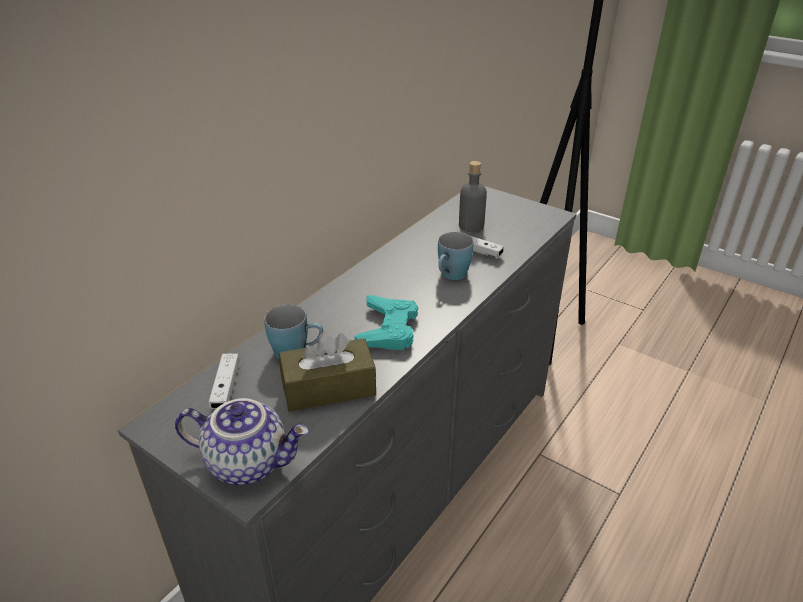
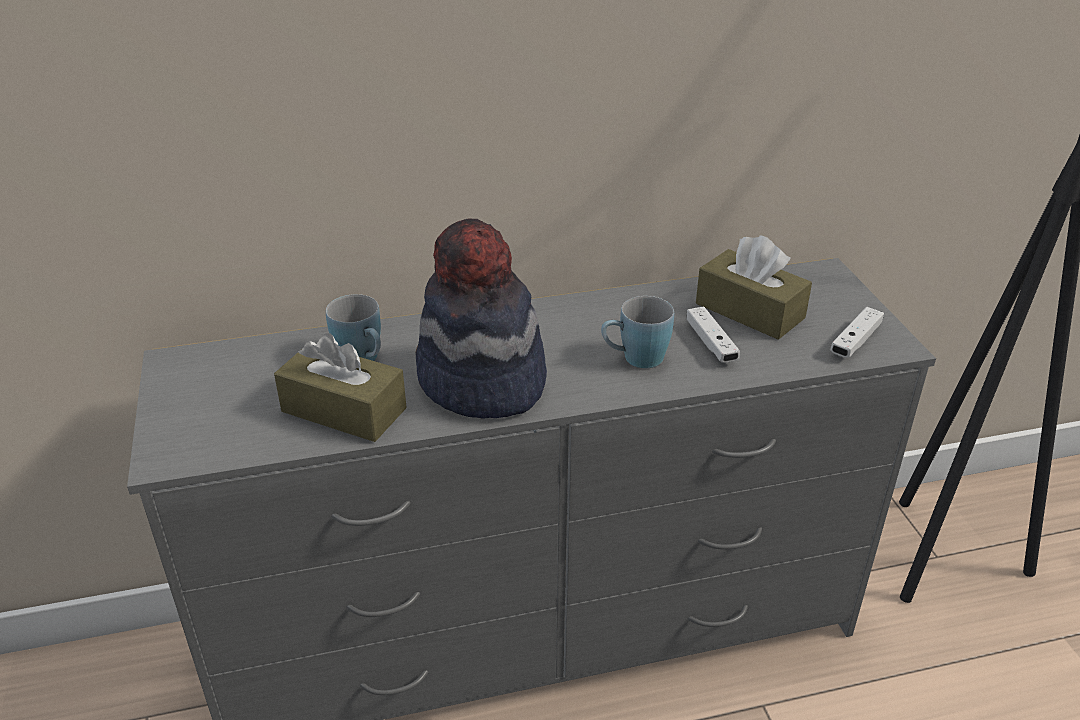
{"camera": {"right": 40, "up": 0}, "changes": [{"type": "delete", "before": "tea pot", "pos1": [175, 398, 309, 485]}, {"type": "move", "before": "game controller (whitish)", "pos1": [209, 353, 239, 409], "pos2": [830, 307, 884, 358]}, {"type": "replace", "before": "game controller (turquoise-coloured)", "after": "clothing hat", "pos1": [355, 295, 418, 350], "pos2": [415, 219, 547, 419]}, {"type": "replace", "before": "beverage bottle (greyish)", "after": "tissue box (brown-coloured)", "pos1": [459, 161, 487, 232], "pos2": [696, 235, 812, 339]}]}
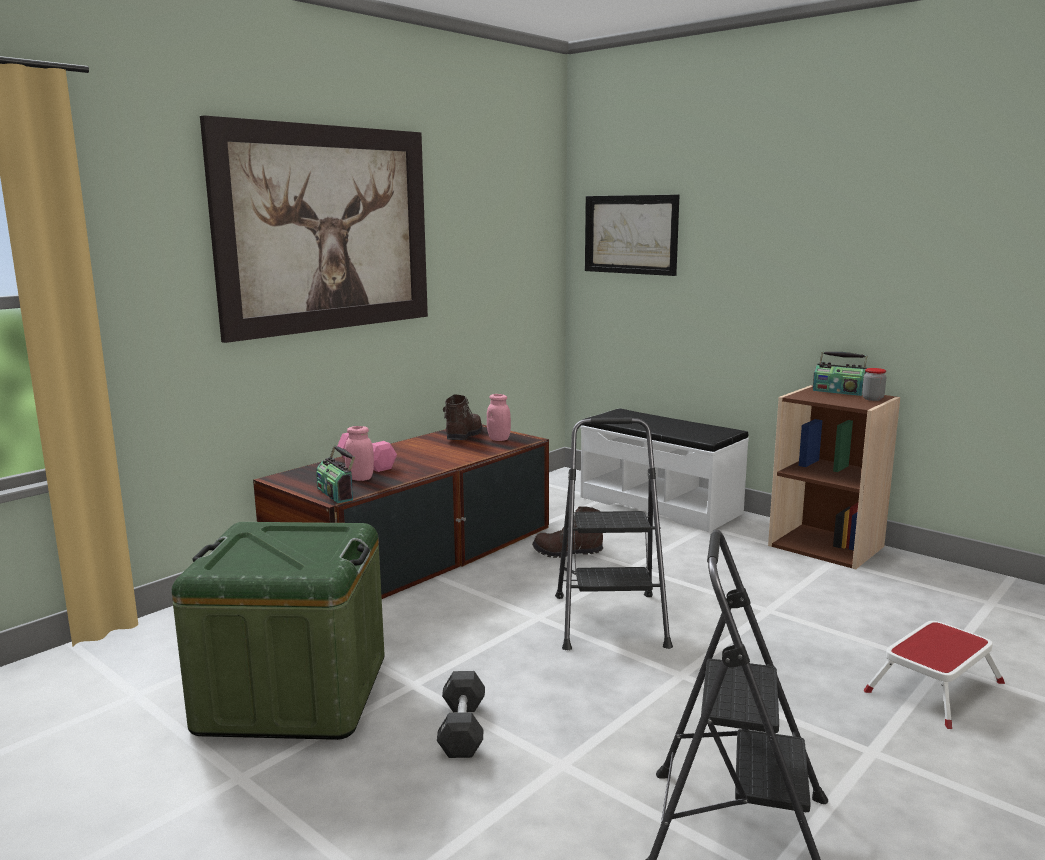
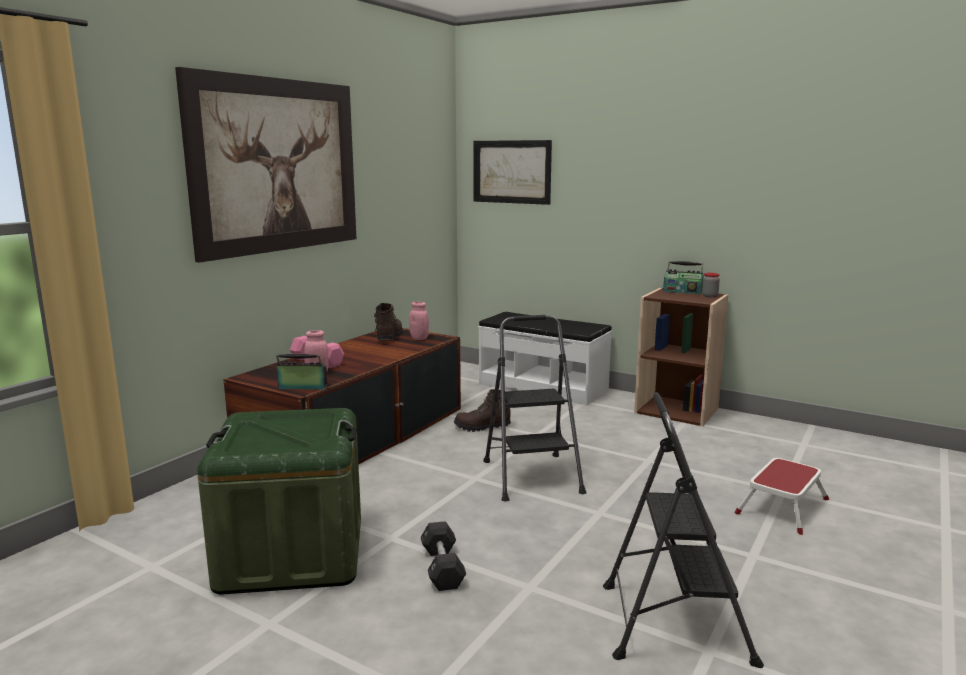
{"camera": {"right": -10, "up": 0}, "changes": [{"type": "rotate", "before": "radio", "pos1": [316, 445, 355, 503], "pos2": [276, 353, 328, 389], "turn": 135}]}
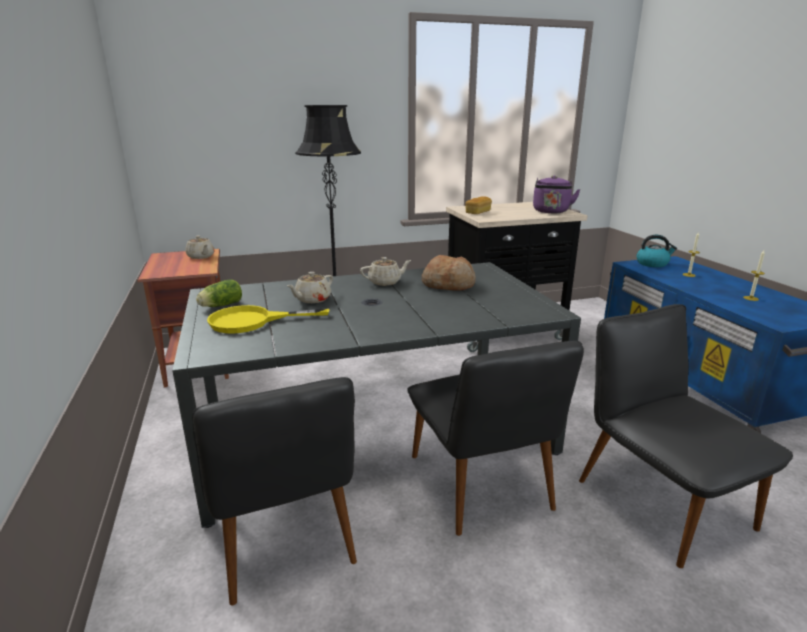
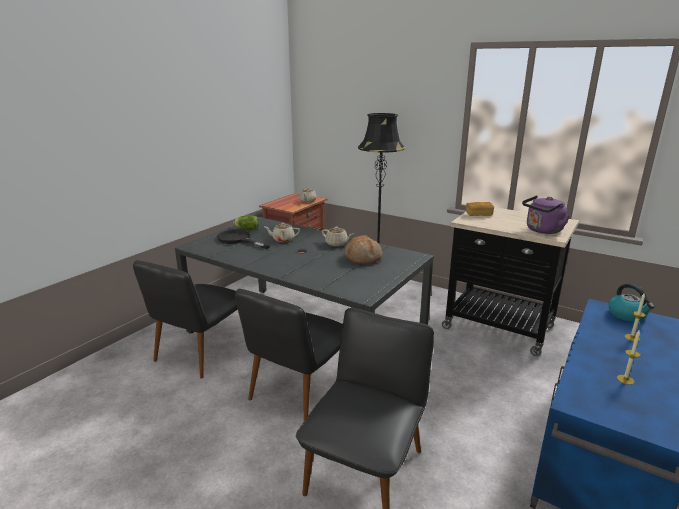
{"camera": {"right": 50, "up": 0}, "changes": [{"type": "recolor", "before": "skillet (yellowish)", "after": "skillet (blackish)", "pos1": [207, 305, 329, 334], "pos2": [217, 230, 270, 249]}]}
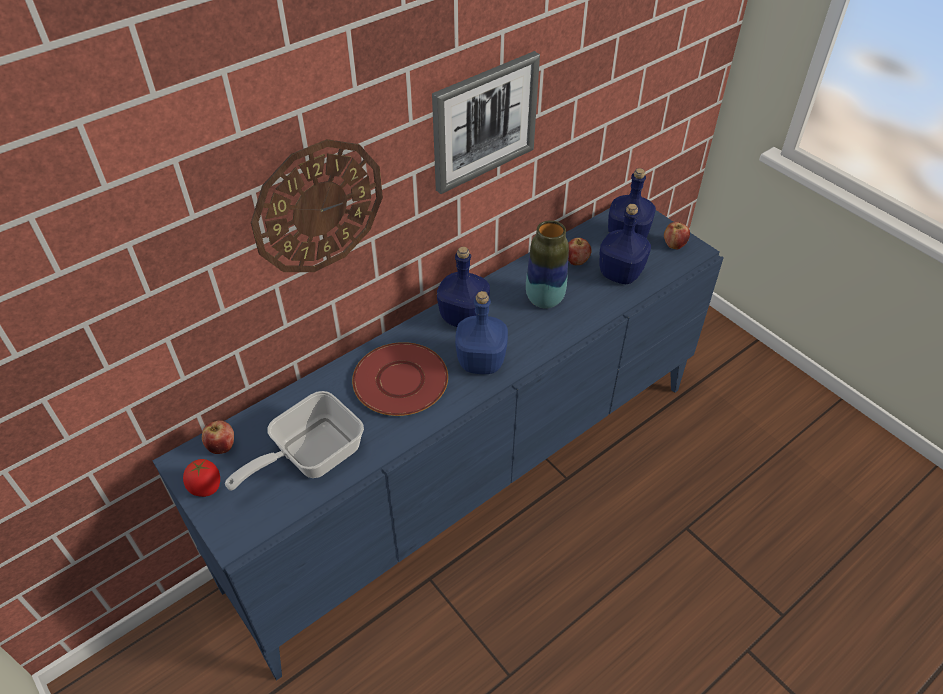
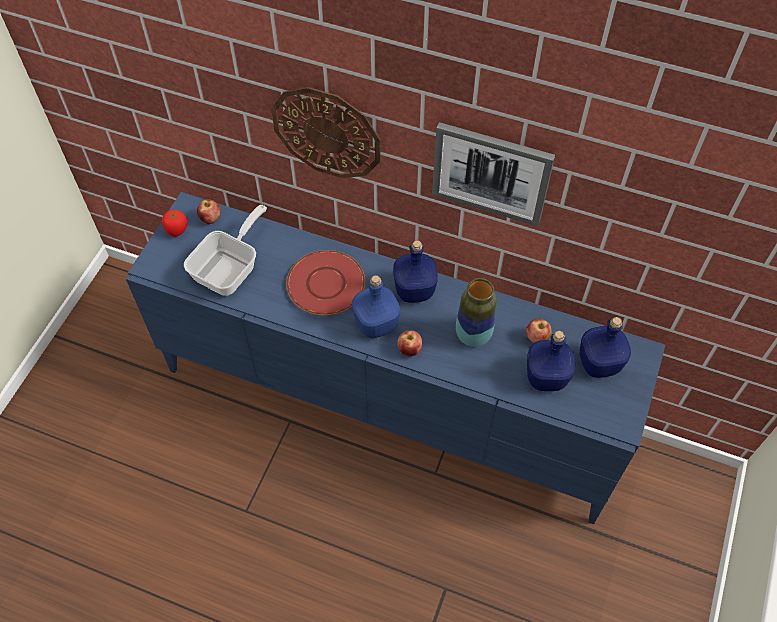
{"camera": {"right": 60, "up": 10}, "changes": [{"type": "move", "before": "whole apple", "pos1": [664, 222, 690, 250], "pos2": [397, 330, 422, 356]}, {"type": "rotate", "before": "skillet", "pos1": [225, 391, 364, 490], "pos2": [184, 205, 267, 296], "turn": 105}]}
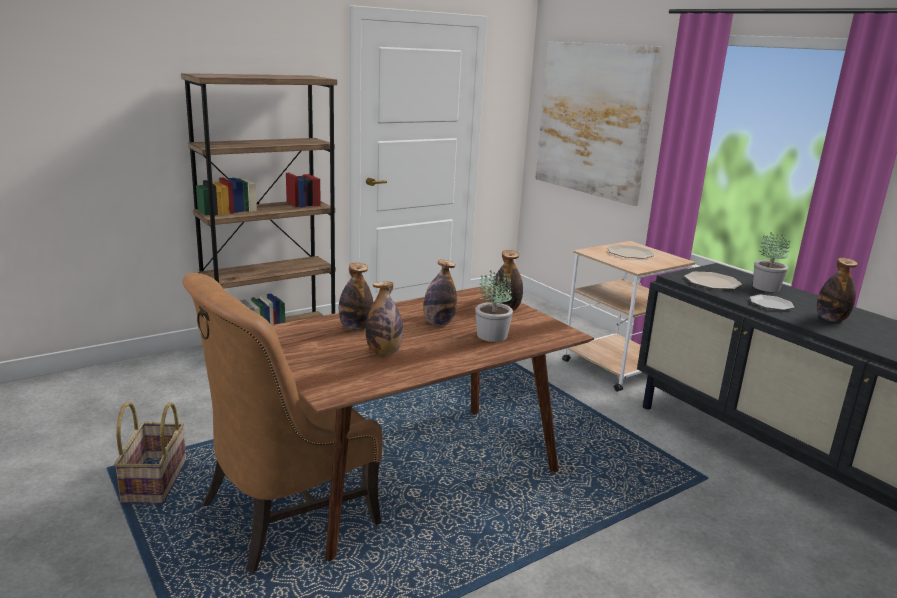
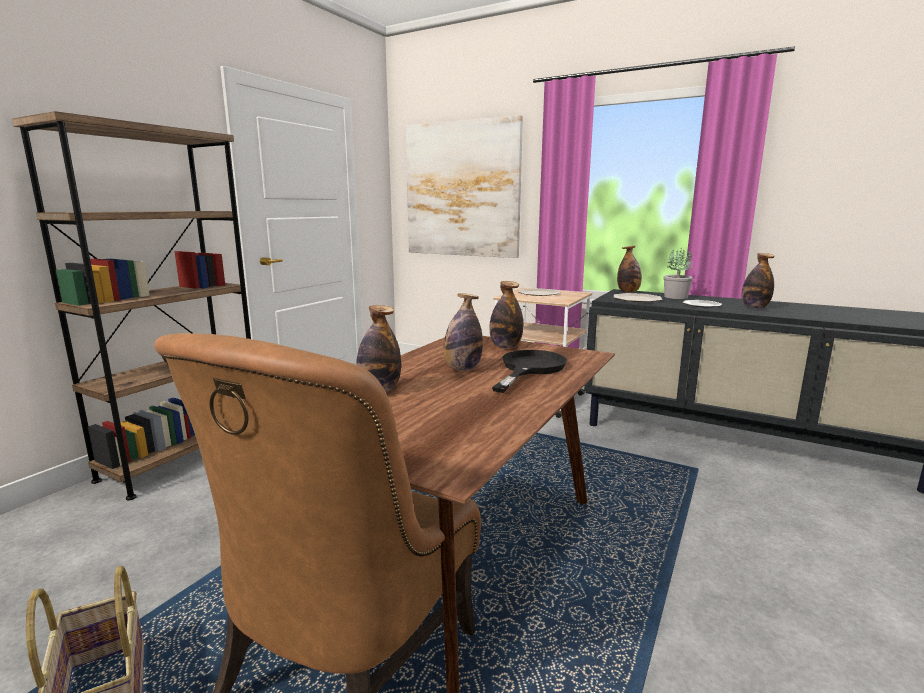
{"camera": {"right": -25, "up": -5}, "changes": [{"type": "move", "before": "beverage bottle", "pos1": [366, 282, 403, 355], "pos2": [617, 246, 642, 293]}, {"type": "replace", "before": "potted plant", "after": "skillet (blackish)", "pos1": [475, 270, 513, 342], "pos2": [492, 350, 567, 393]}]}
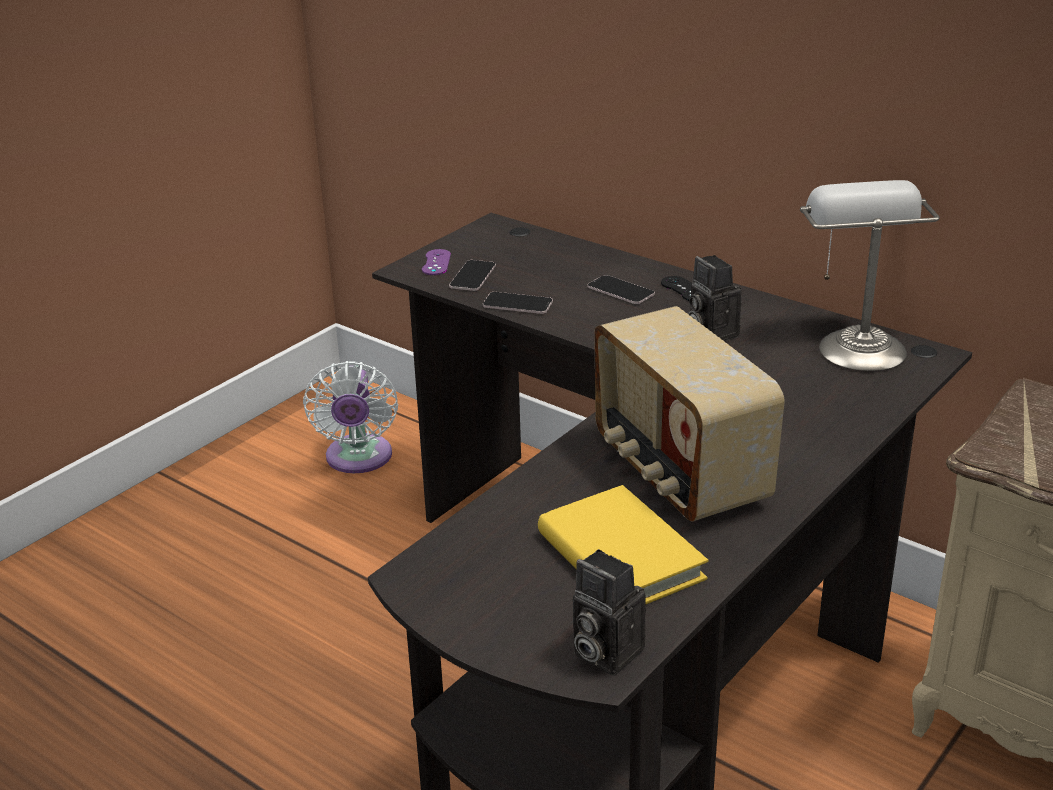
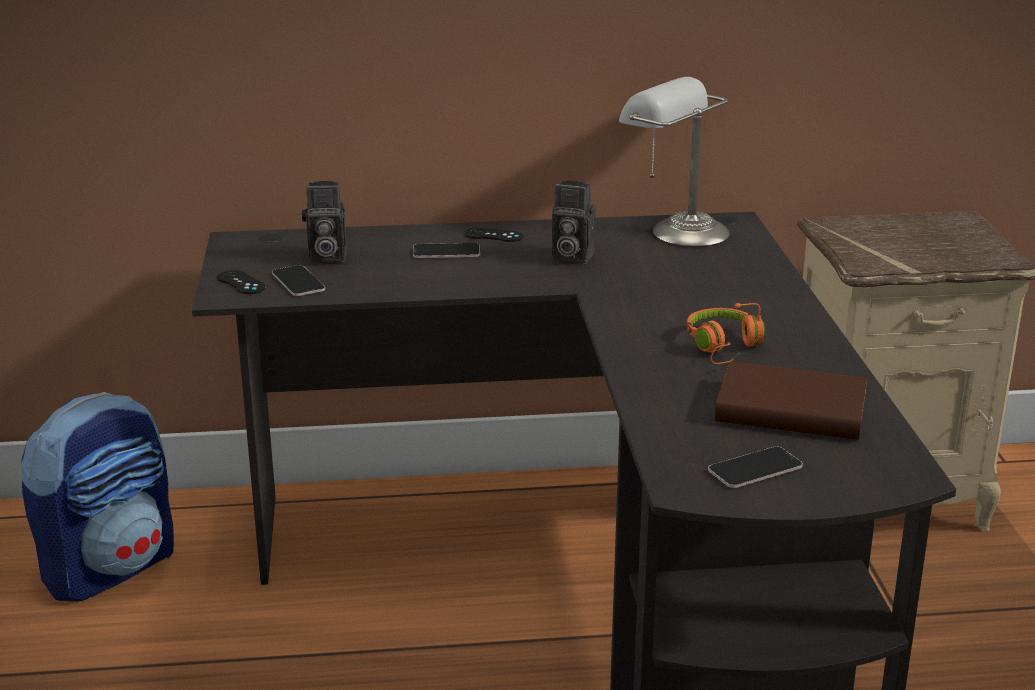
{"camera": {"right": -45, "up": -5}, "changes": [{"type": "move", "before": "handset", "pos1": [483, 292, 553, 314], "pos2": [708, 446, 803, 488]}, {"type": "move", "before": "still camera", "pos1": [573, 549, 646, 675], "pos2": [302, 181, 347, 263]}, {"type": "replace", "before": "fan (whitish)", "after": "knapsack", "pos1": [303, 361, 398, 473], "pos2": [21, 392, 174, 602]}, {"type": "replace", "before": "radio", "after": "headphones (orange)", "pos1": [594, 306, 785, 521], "pos2": [687, 303, 765, 364]}, {"type": "recolor", "before": "game controller (purple)", "after": "game controller (blackish)", "pos1": [422, 249, 451, 275], "pos2": [217, 270, 266, 294]}, {"type": "recolor", "before": "book (yellowish)", "after": "book (brown-coloured)", "pos1": [538, 485, 708, 605], "pos2": [715, 361, 868, 440]}]}
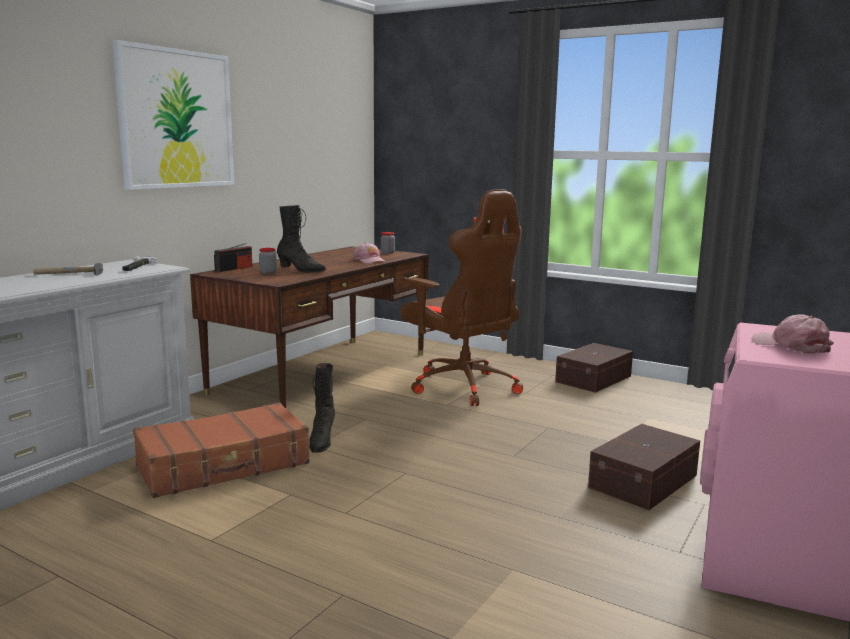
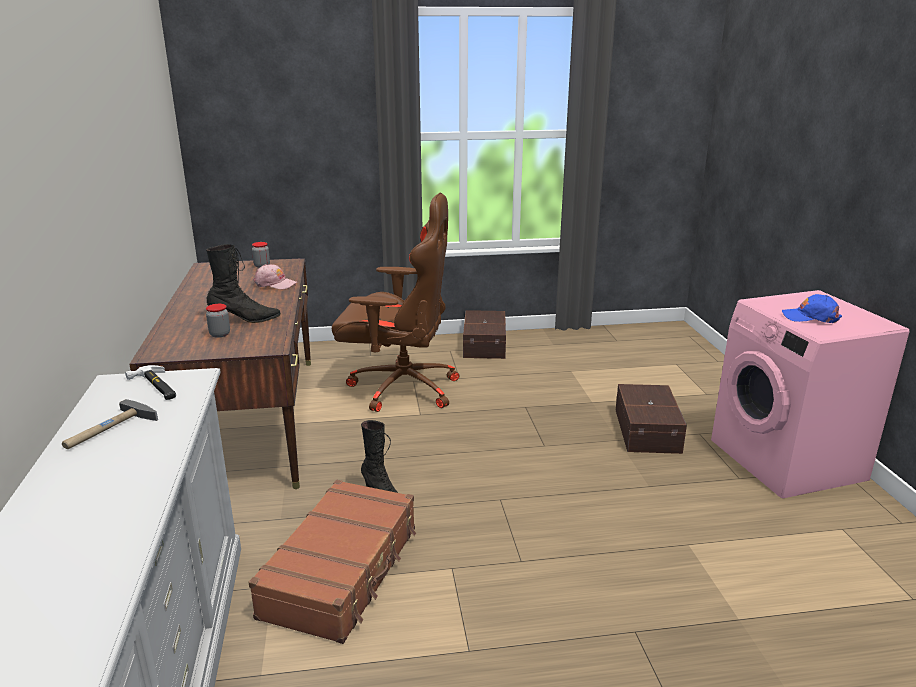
{"camera": {"right": -40, "up": 10}, "changes": [{"type": "delete", "before": "wall picture", "pos1": [112, 40, 234, 190]}, {"type": "delete", "before": "radio", "pos1": [214, 243, 252, 272]}, {"type": "recolor", "before": "baseball cap (pinkish)", "after": "baseball cap (blue-coloured)", "pos1": [752, 314, 834, 354], "pos2": [782, 294, 842, 323]}]}
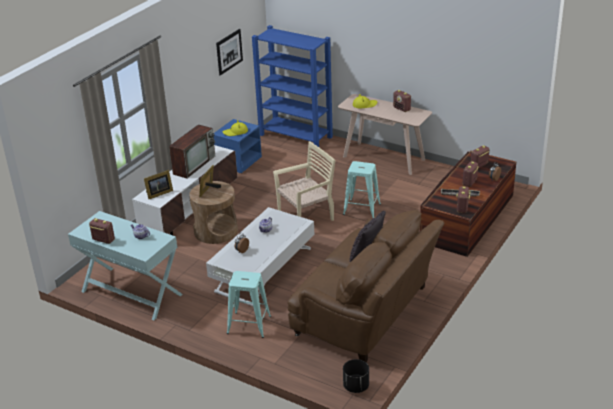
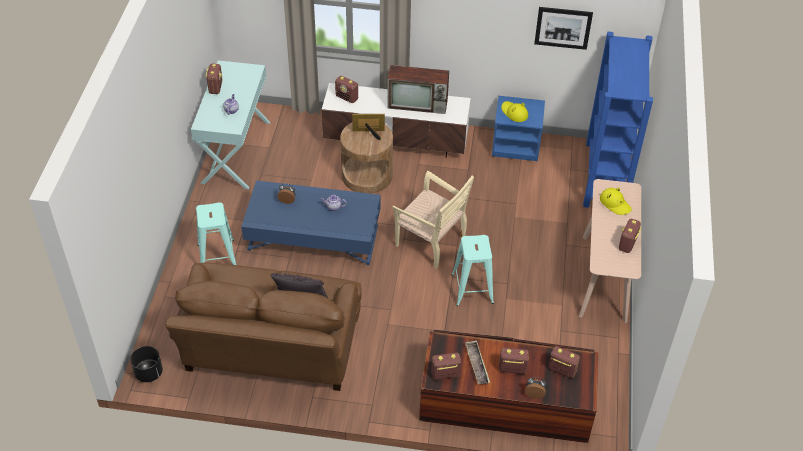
{"camera": {"right": 65, "up": 15}, "changes": [{"type": "replace", "before": "picture frame", "after": "radio", "pos1": [144, 170, 173, 199], "pos2": [335, 76, 358, 103]}, {"type": "recolor", "before": "lounge table (whitish)", "after": "lounge table (blue-coloured)", "pos1": [206, 207, 314, 306], "pos2": [241, 180, 381, 265]}]}
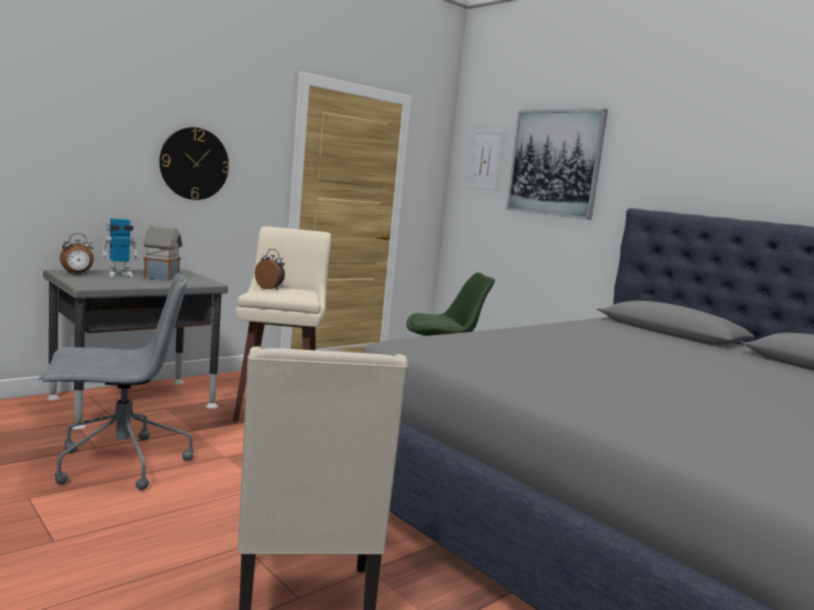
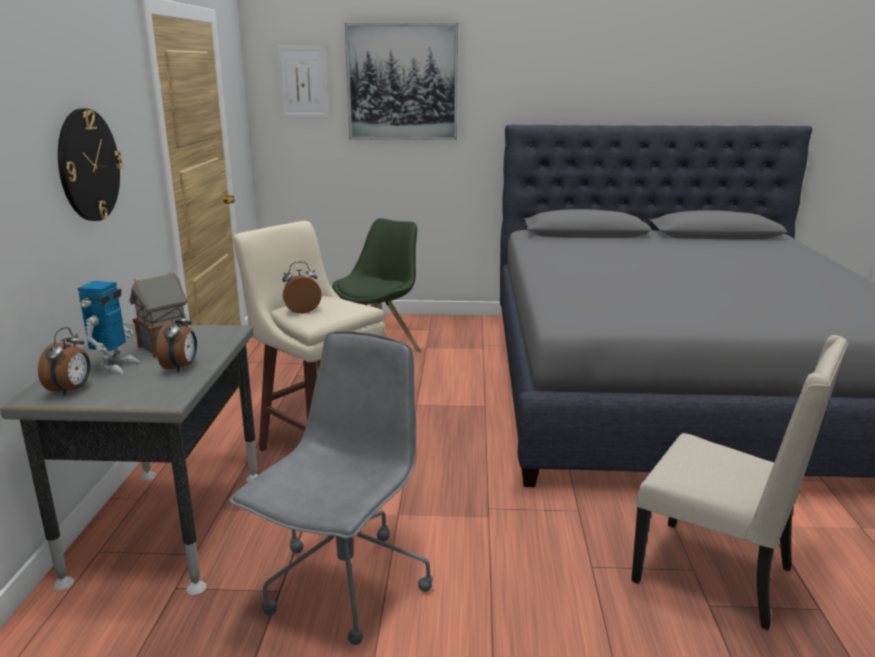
{"camera": {"right": -45, "up": 10}, "changes": [{"type": "insert", "after": "alarm clock", "pos2": [156, 308, 197, 373]}]}
